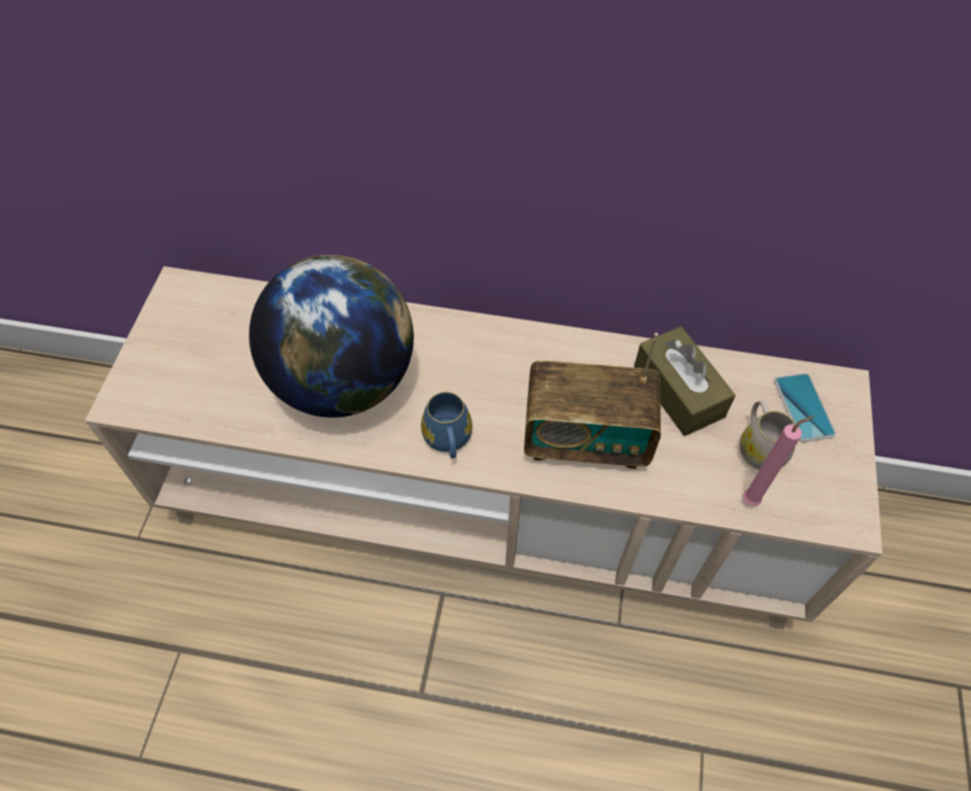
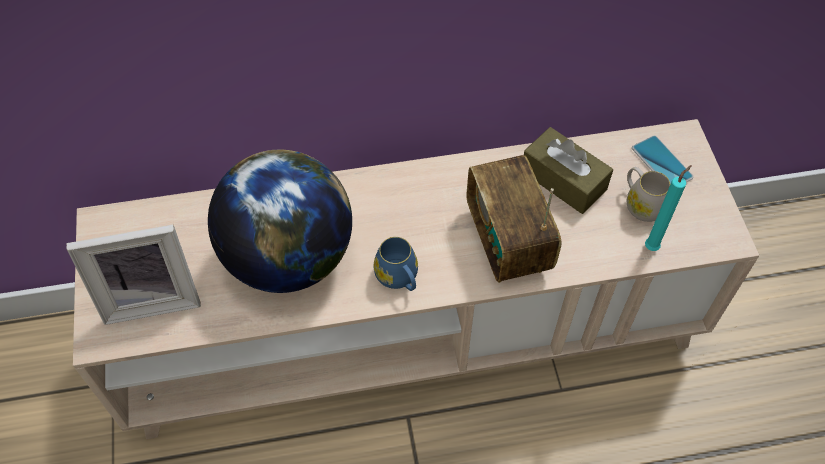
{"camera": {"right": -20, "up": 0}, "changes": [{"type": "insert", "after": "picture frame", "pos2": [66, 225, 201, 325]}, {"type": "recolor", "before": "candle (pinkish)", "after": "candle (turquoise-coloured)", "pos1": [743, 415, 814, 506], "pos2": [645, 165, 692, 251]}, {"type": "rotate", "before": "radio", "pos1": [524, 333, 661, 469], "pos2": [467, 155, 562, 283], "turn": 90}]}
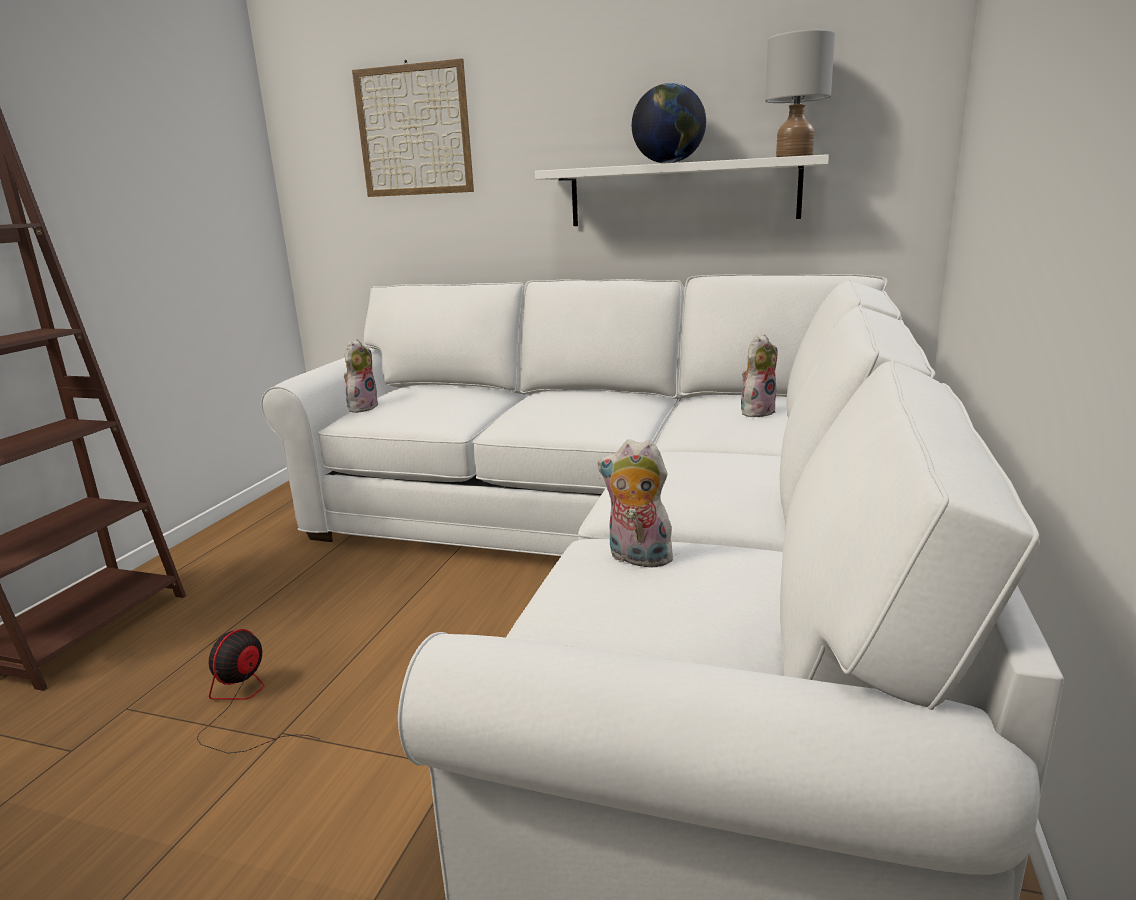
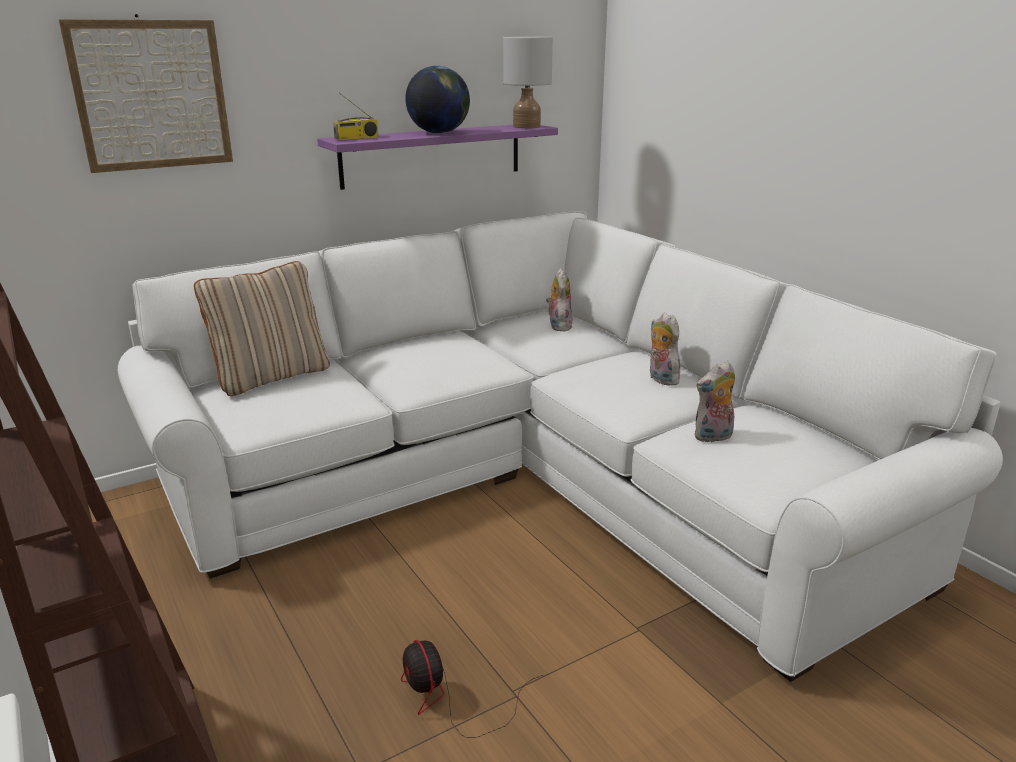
{"camera": {"right": -50, "up": 5}, "changes": [{"type": "insert", "after": "cushion (beige-coloured)", "pos2": [194, 261, 330, 396]}, {"type": "insert", "after": "radio", "pos2": [333, 94, 378, 141]}, {"type": "move", "before": "plush toy", "pos1": [344, 339, 378, 413], "pos2": [649, 312, 681, 386]}, {"type": "recolor", "before": "wall shelf (whitish)", "after": "wall shelf (purple)", "pos1": [535, 154, 829, 226], "pos2": [317, 125, 558, 190]}]}
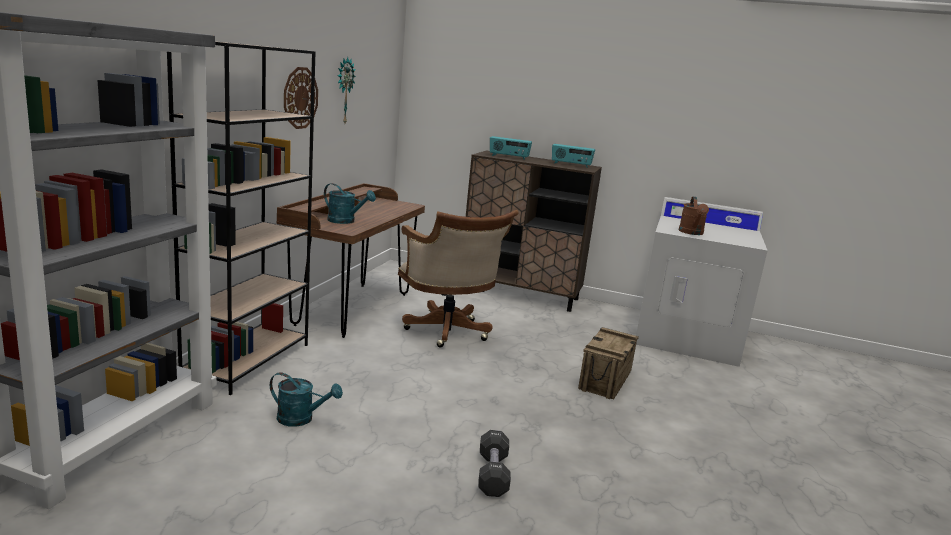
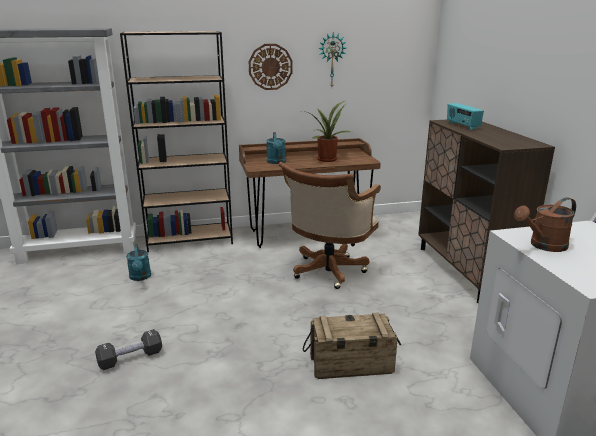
{"camera": {"right": 60, "up": 5}, "changes": [{"type": "delete", "before": "radio", "pos1": [552, 144, 595, 168]}, {"type": "insert", "after": "potted plant", "pos2": [302, 101, 350, 162]}]}
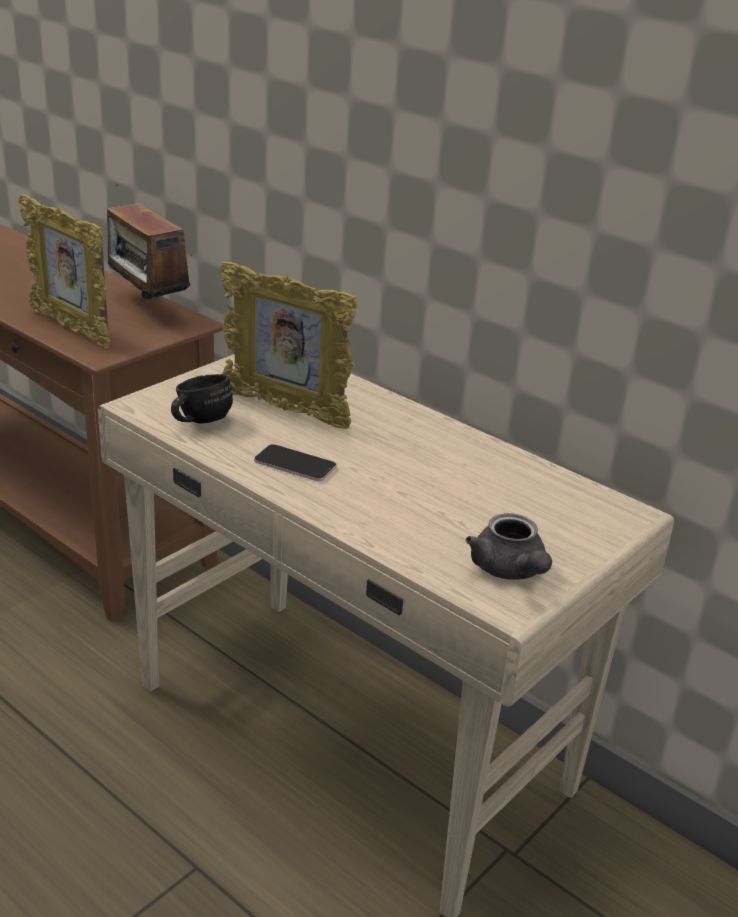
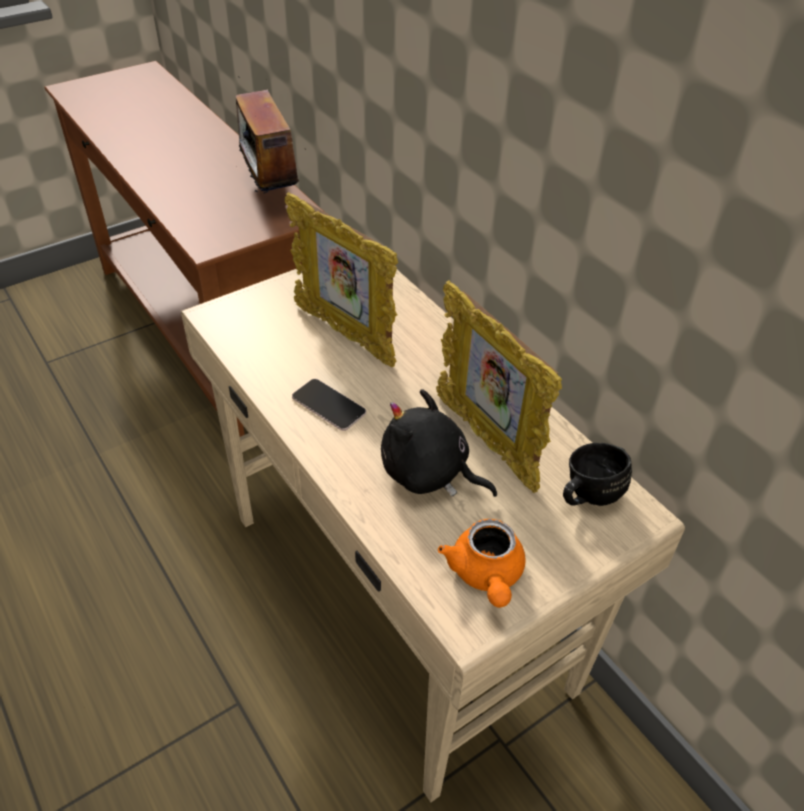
{"camera": {"right": 15, "up": 15}, "changes": [{"type": "insert", "after": "plush toy (blackish)", "pos2": [381, 389, 497, 497]}, {"type": "move", "before": "picture frame", "pos1": [19, 194, 110, 348], "pos2": [436, 280, 562, 493]}, {"type": "move", "before": "tea mug (blackish)", "pos1": [171, 374, 233, 424], "pos2": [563, 443, 632, 506]}, {"type": "recolor", "before": "tea pot (greyish)", "after": "tea pot (orange)", "pos1": [466, 513, 552, 580], "pos2": [438, 519, 525, 608]}]}
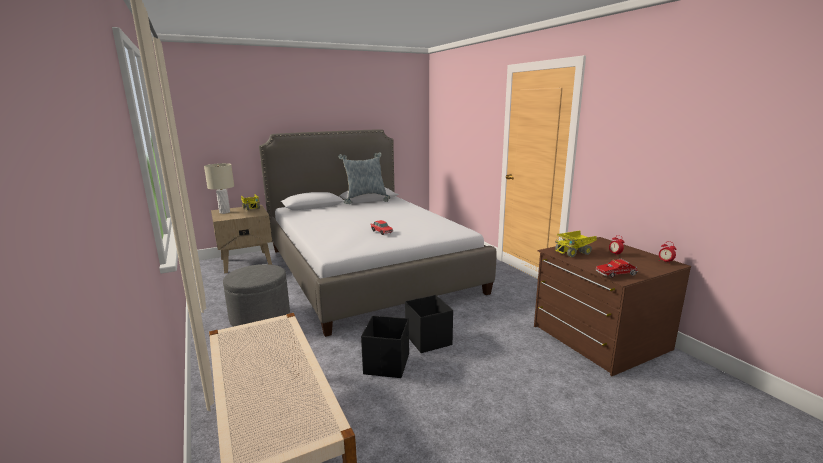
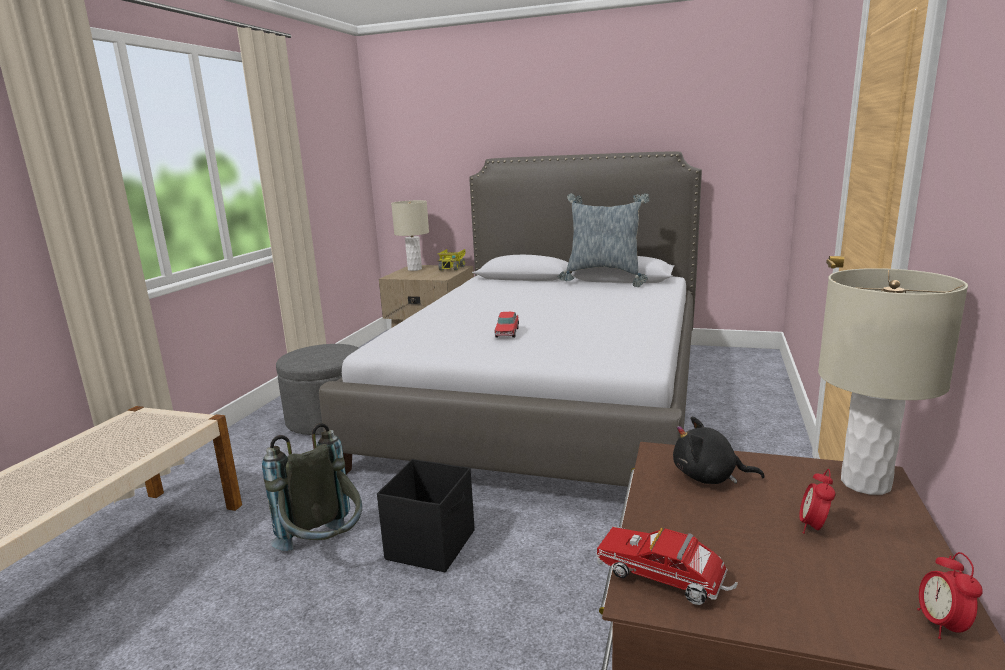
{"camera": {"right": 45, "up": 0}, "changes": [{"type": "insert", "after": "lamp for a table (beige-coloured)", "pos2": [818, 268, 968, 495]}, {"type": "replace", "before": "storage container (blackish)", "after": "knapsack (greyish)", "pos1": [361, 316, 409, 378], "pos2": [262, 423, 362, 551]}, {"type": "replace", "before": "model truck", "after": "plush toy (blackish)", "pos1": [555, 231, 597, 257], "pos2": [673, 417, 765, 484]}]}
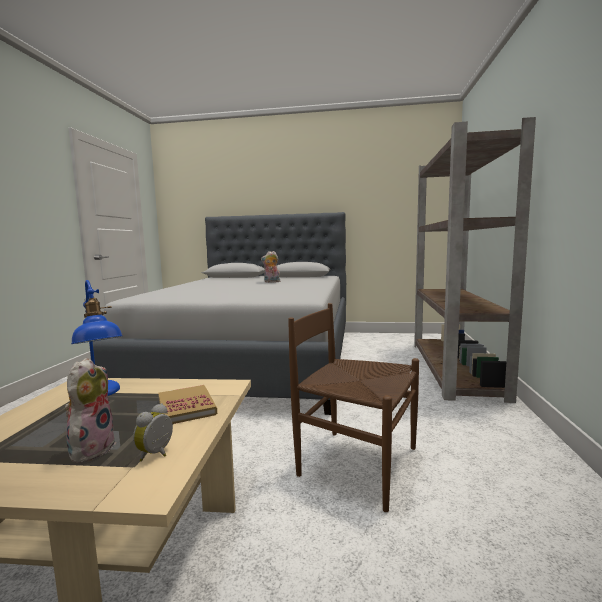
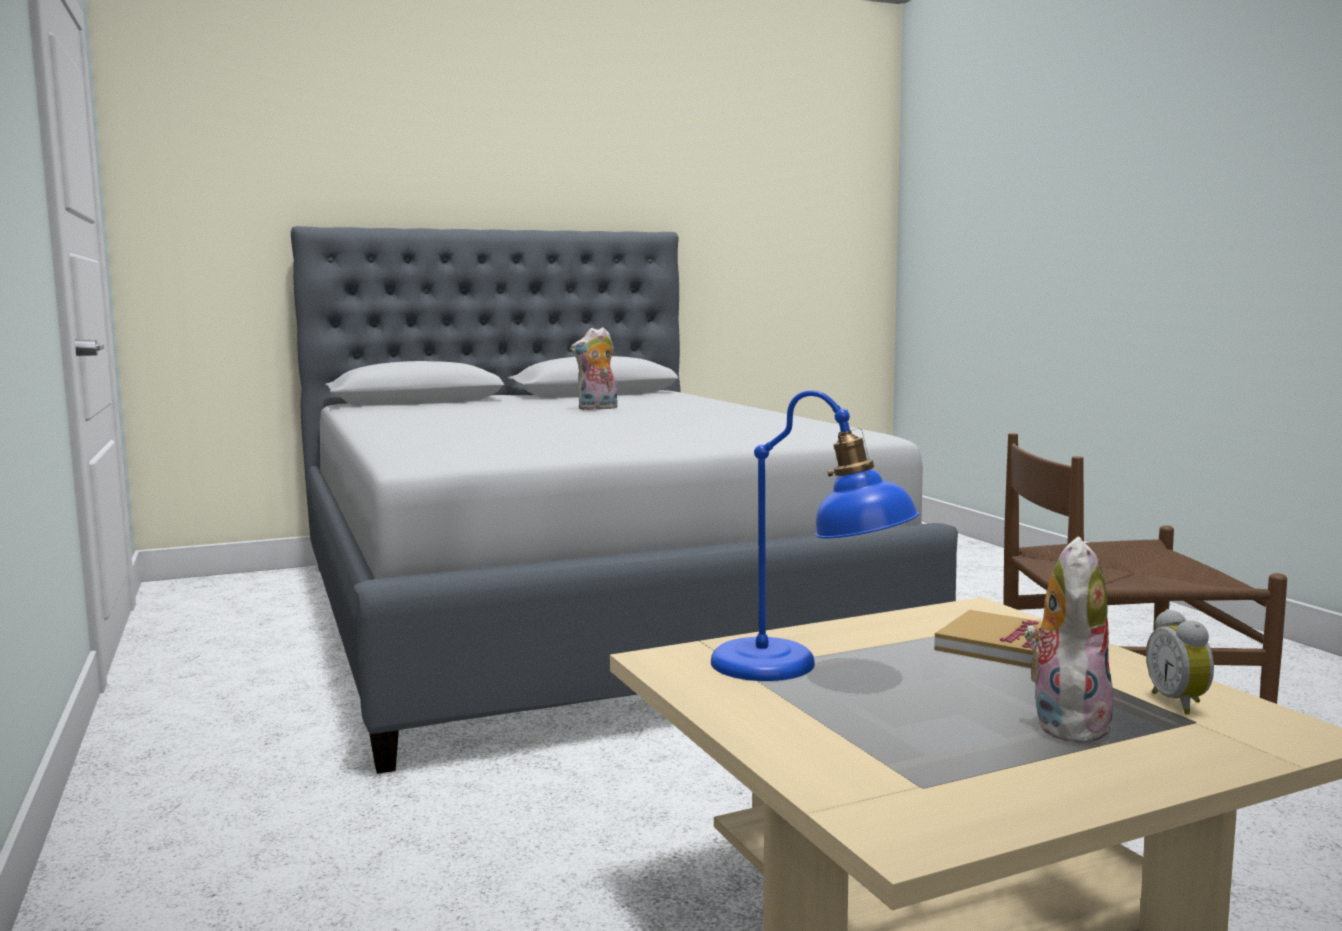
{"camera": {"right": -30, "up": 0}, "changes": [{"type": "delete", "before": "bookshelf (brown-coloured)", "pos1": [414, 117, 536, 403]}, {"type": "rotate", "before": "plush toy", "pos1": [65, 358, 116, 464], "pos2": [1024, 537, 1113, 744], "turn": 45}]}
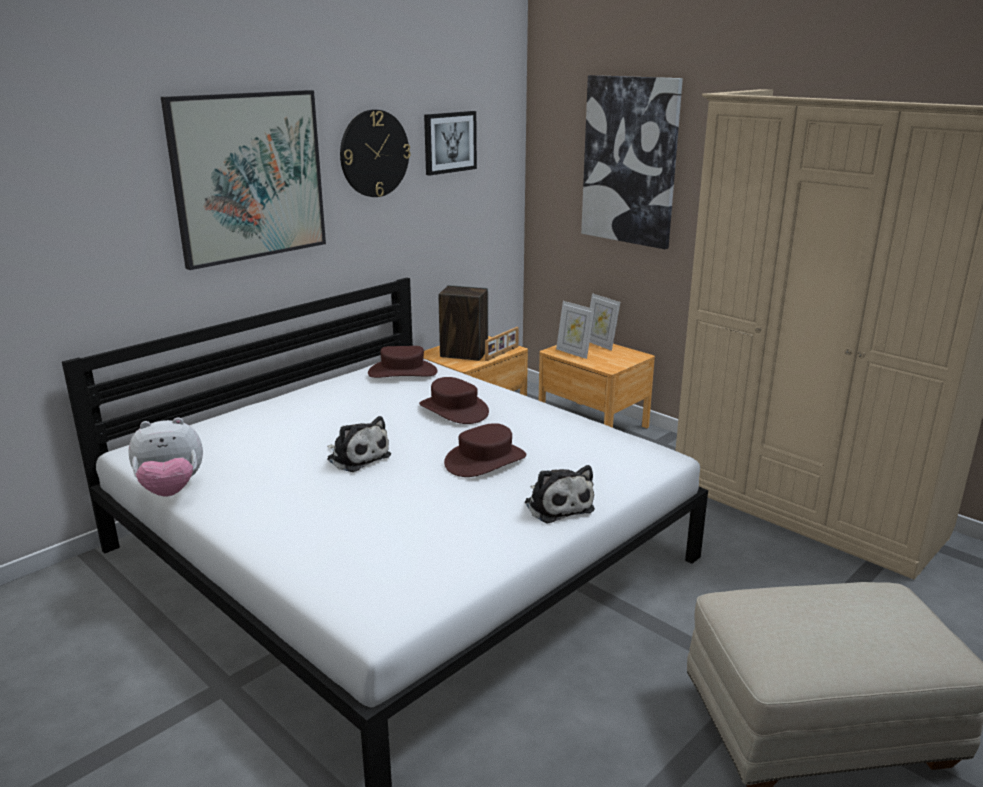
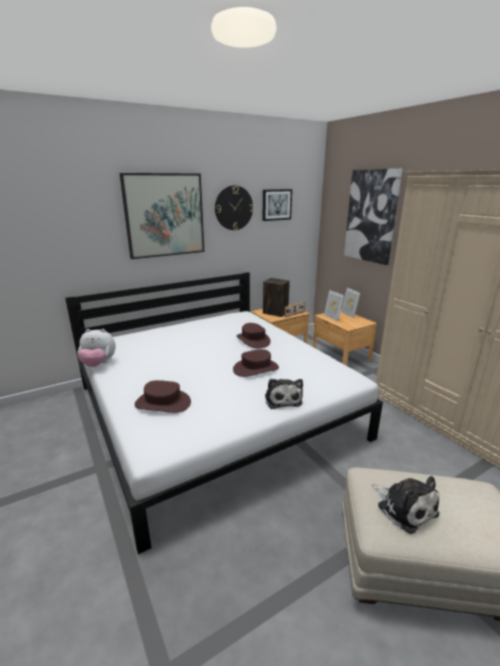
{"camera": {"right": 15, "up": 0}, "changes": [{"type": "move", "before": "plush toy", "pos1": [327, 416, 391, 472], "pos2": [372, 476, 439, 534]}, {"type": "move", "before": "clothing hat (brown-coloured)", "pos1": [368, 346, 437, 378], "pos2": [135, 380, 191, 413]}]}
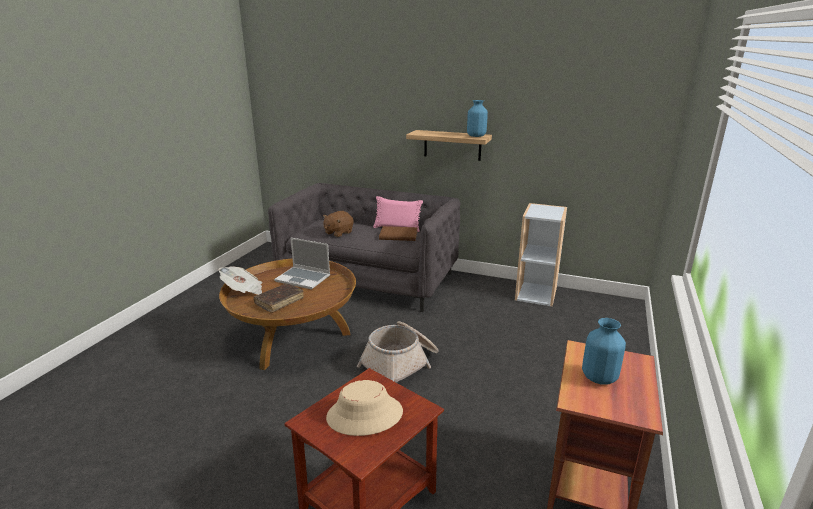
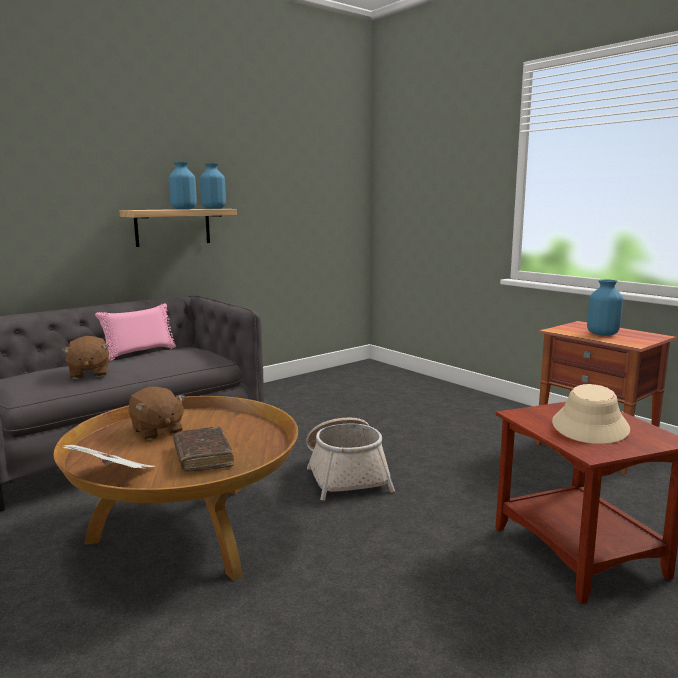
{"camera": {"right": -60, "up": -10}, "changes": [{"type": "delete", "before": "book (brown-coloured)", "pos1": [379, 226, 417, 241]}, {"type": "delete", "before": "bookshelf", "pos1": [515, 203, 567, 307]}, {"type": "insert", "after": "vase (blue-coloured)", "pos2": [169, 162, 197, 209]}, {"type": "replace", "before": "notebook computer", "after": "plush toy (brown-coloured)", "pos1": [274, 238, 330, 289], "pos2": [128, 387, 185, 440]}]}
